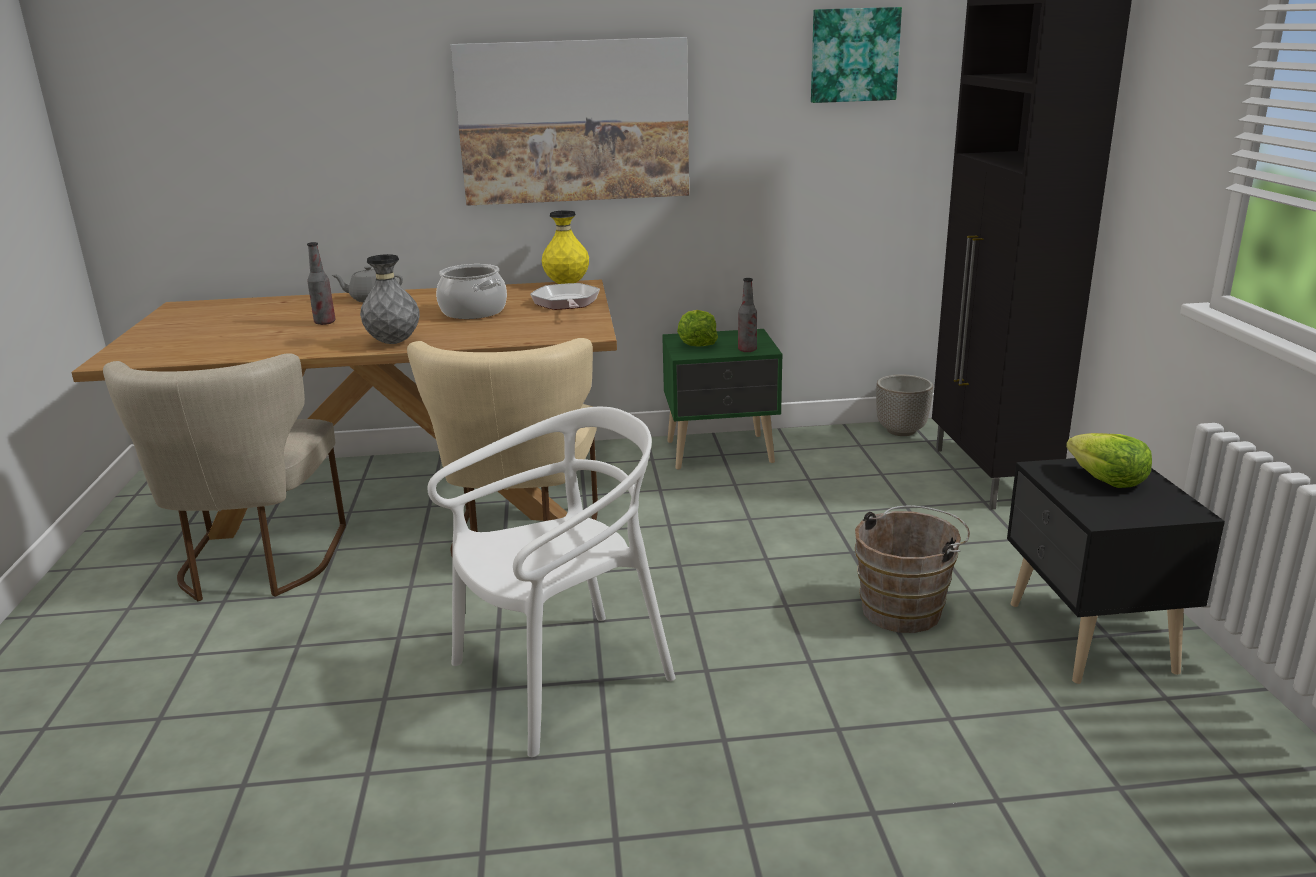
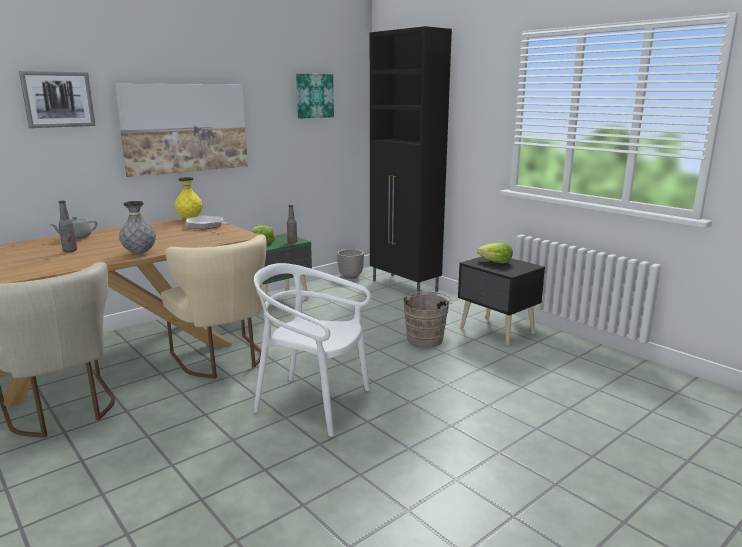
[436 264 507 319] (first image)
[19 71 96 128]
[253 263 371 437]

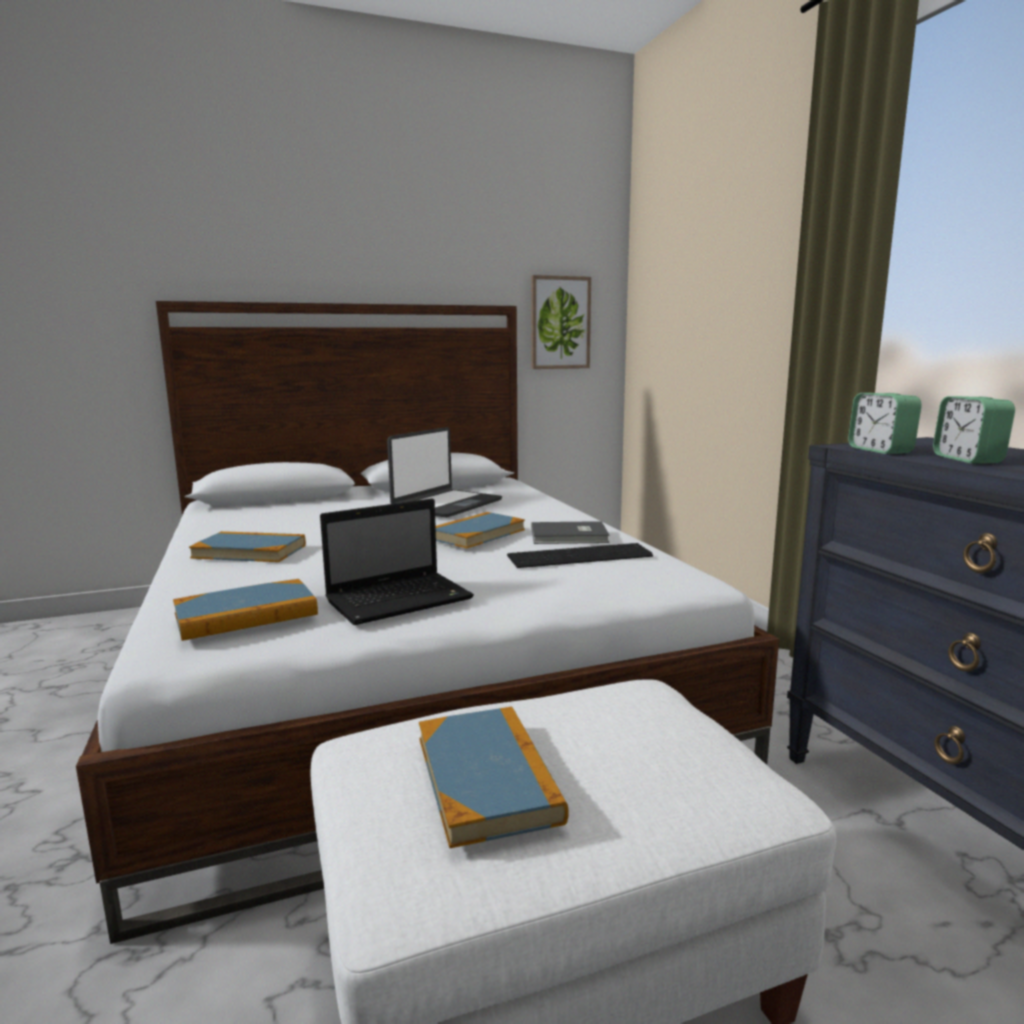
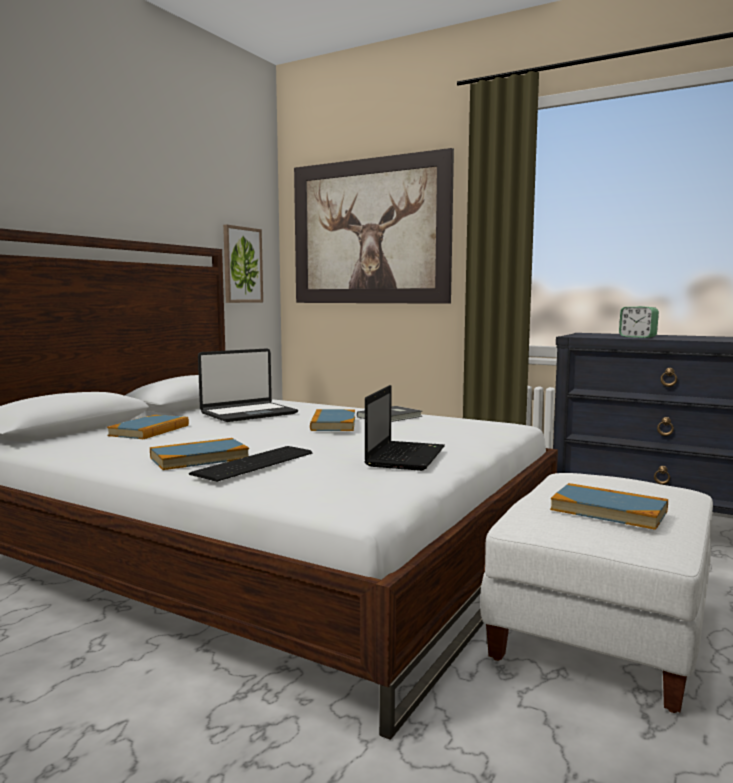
[848 393 922 454] (first image)
[294 148 454 304]
[107 415 189 439]
[189 446 312 482]
[198 348 298 422]

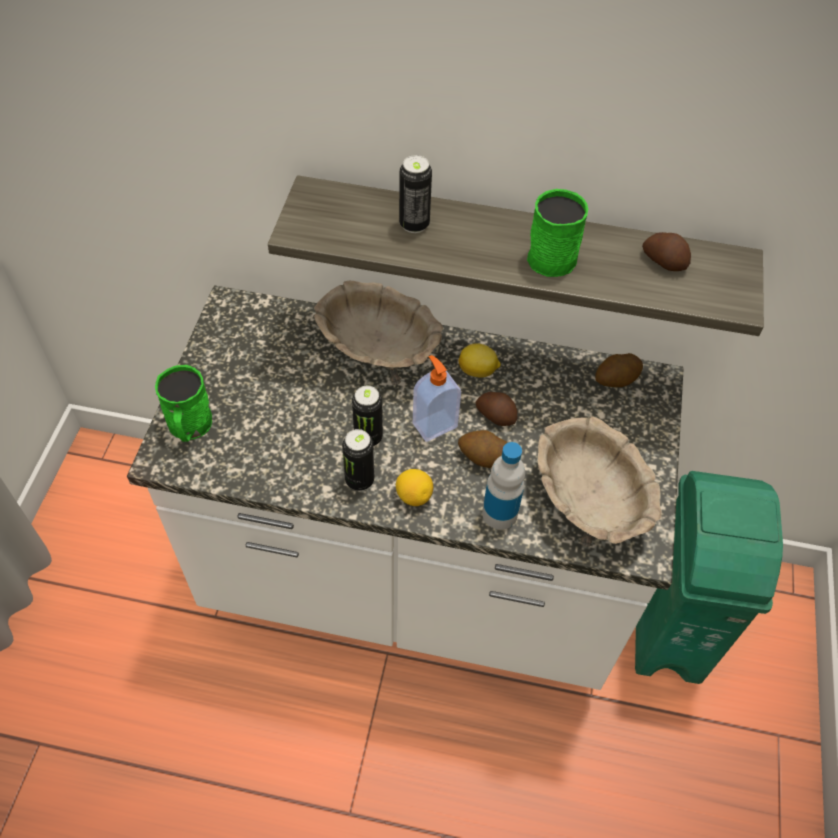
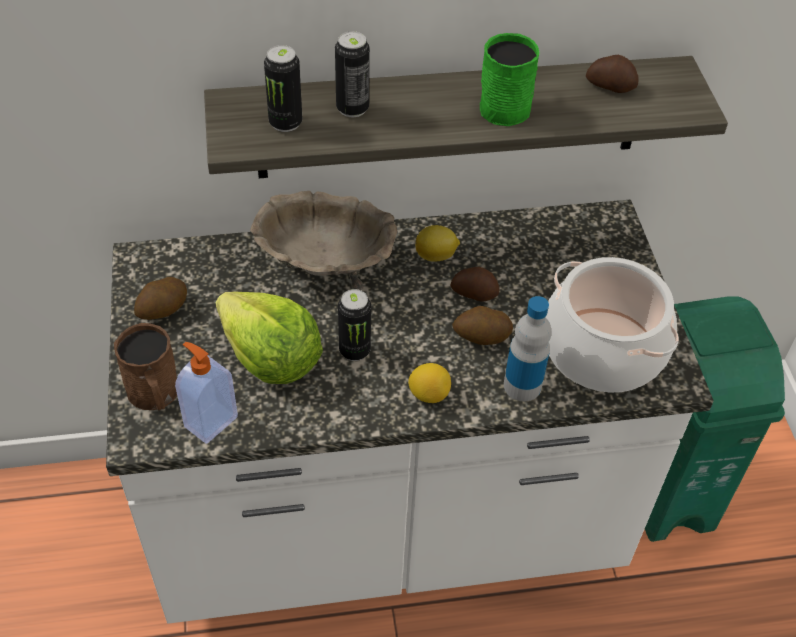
[216 291 323 384]
[264 45 302 132]
[175 342 238 444]
[134 277 187 320]
[545 257 679 392]
[114 323 177 410]

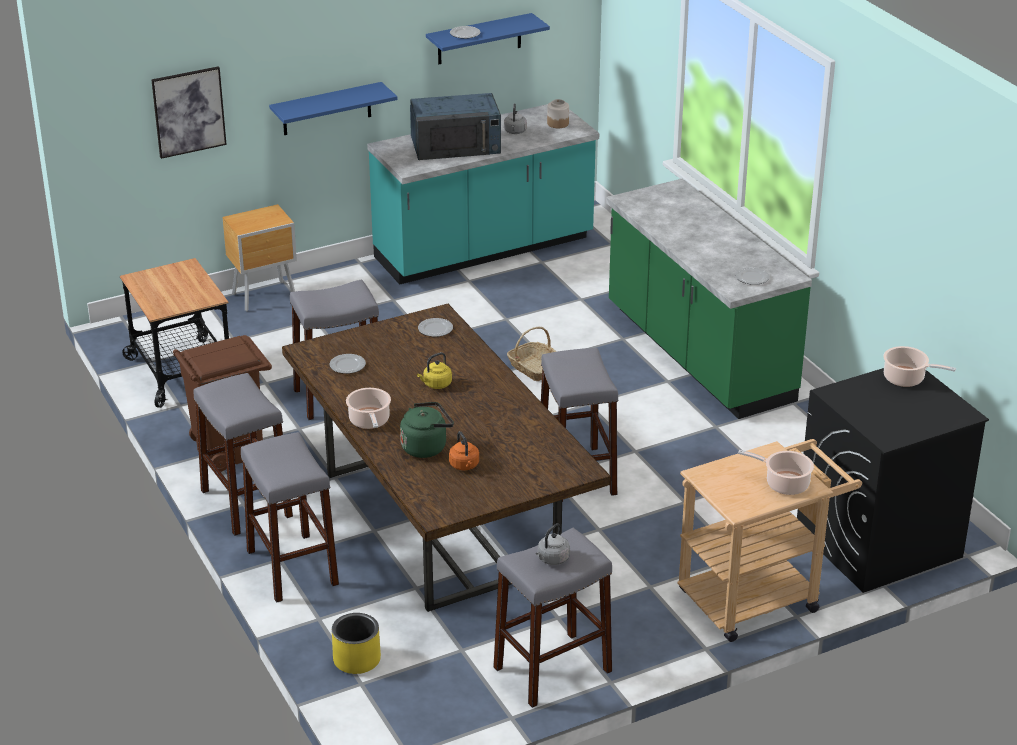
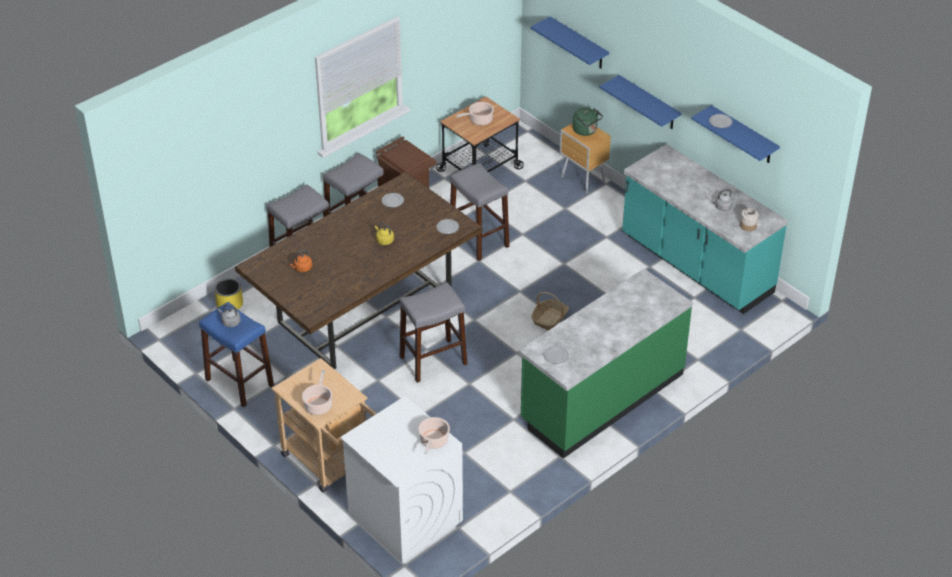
[410 93 501 160] (first image)
[456 102 494 125]
[572 108 603 136]
[531 16 609 69]
[199 302 274 408]
[340 396 463 563]

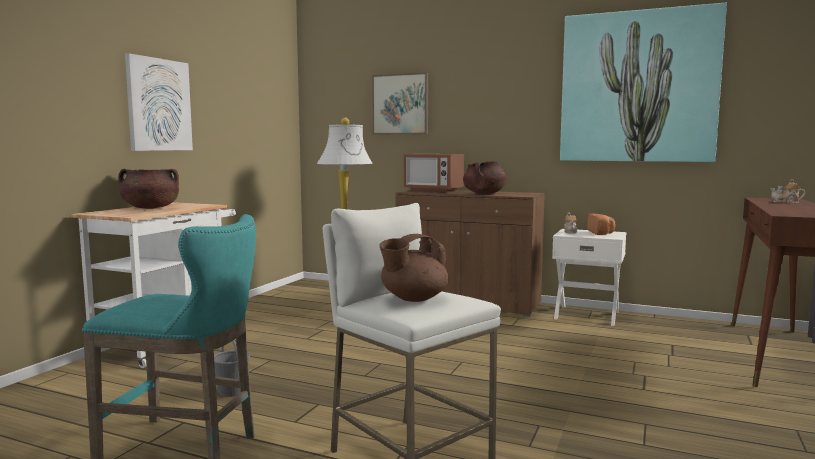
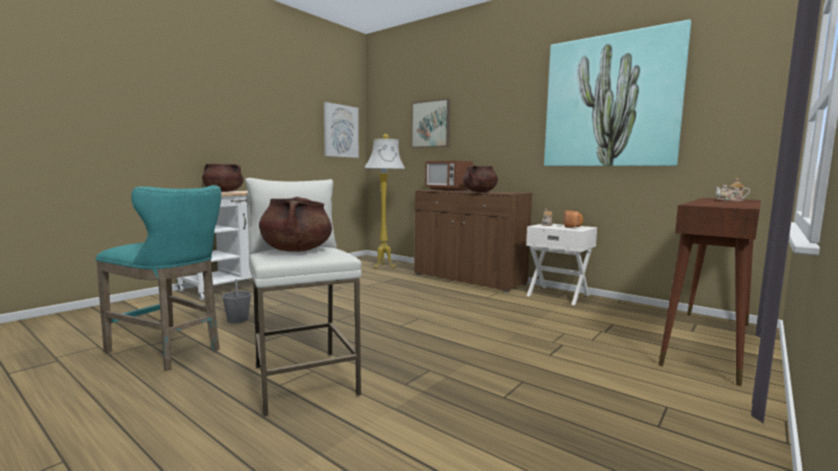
[324 102 359 158]
[259 197 332 252]

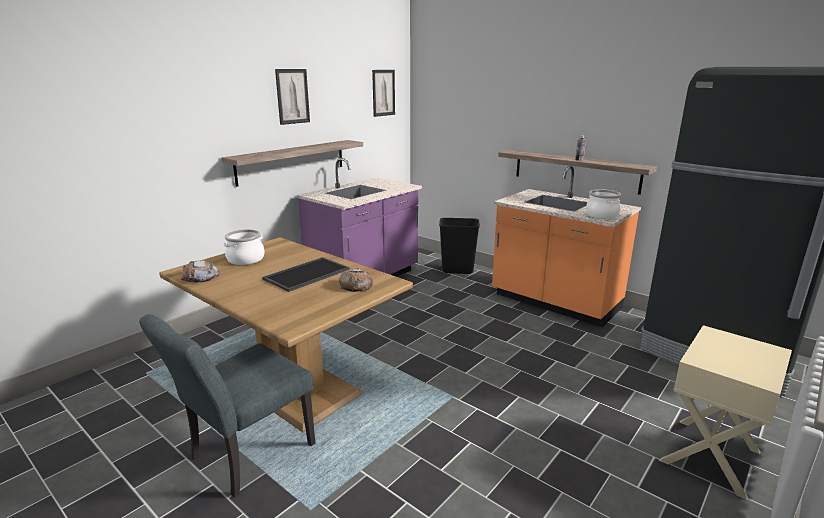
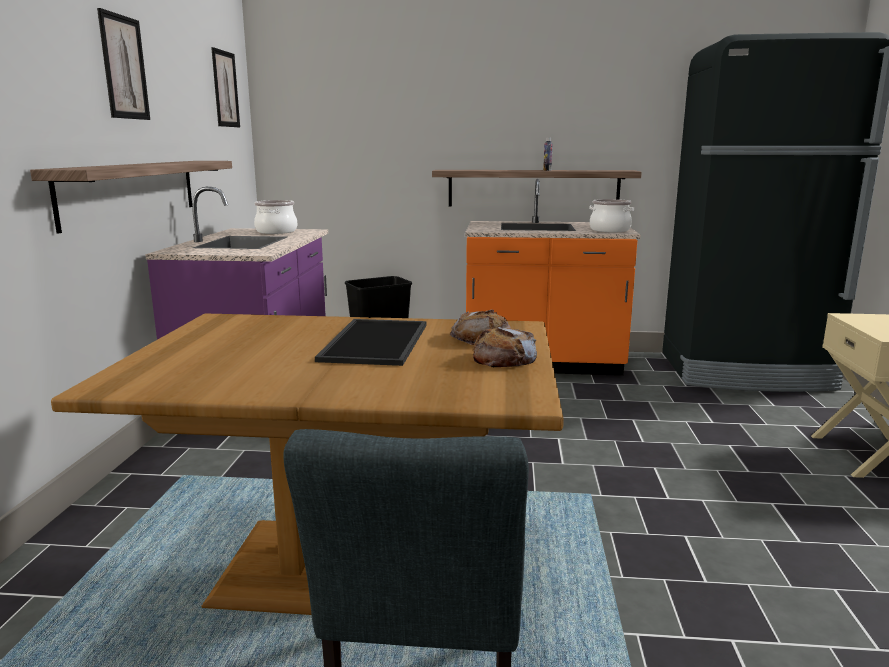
[473 327 537 367]
[254 200 297 234]

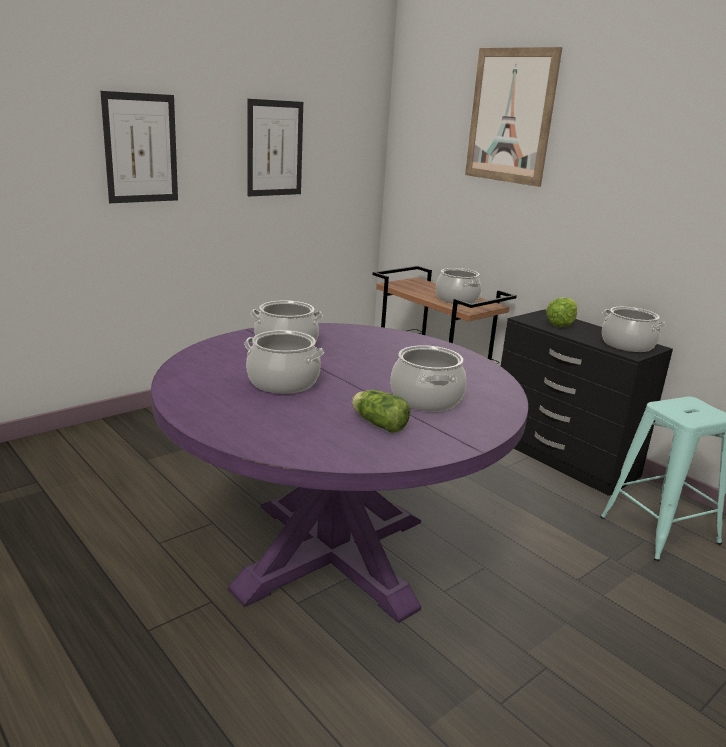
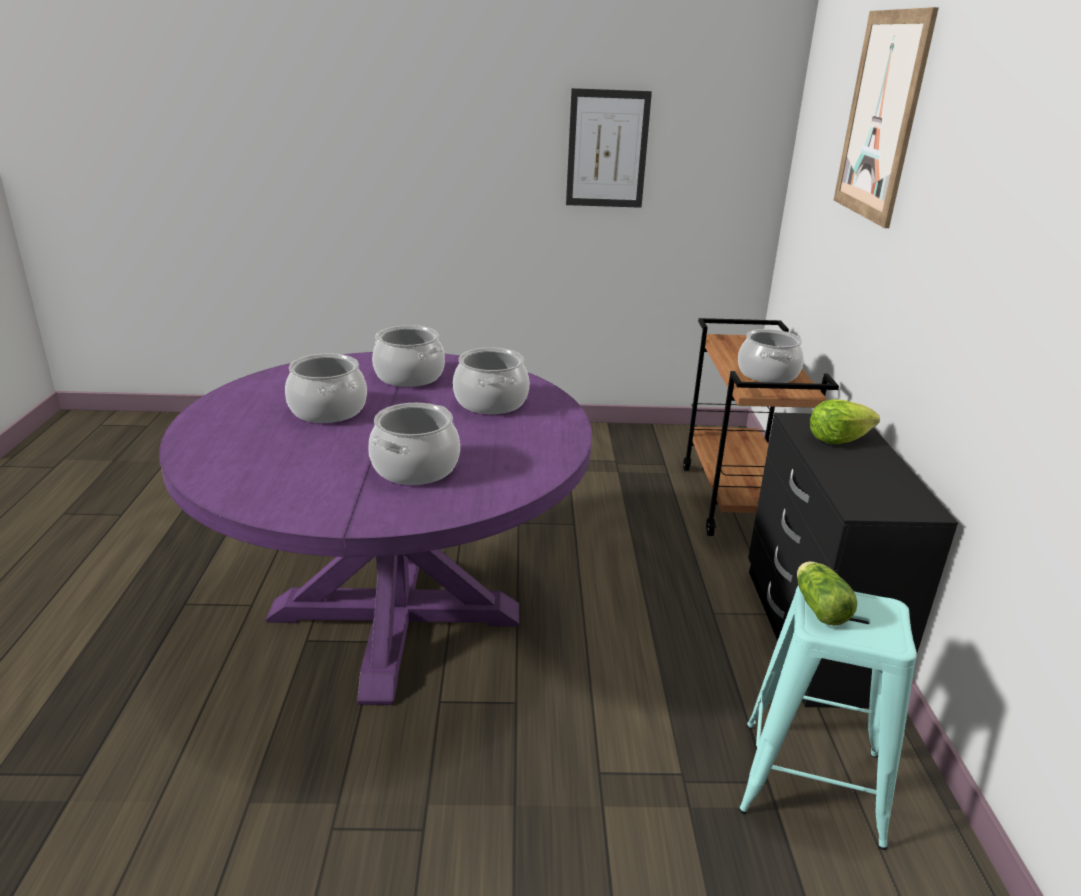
[100 91 178 203] (first image)
[797 562 857 626]
[453 348 529 414]

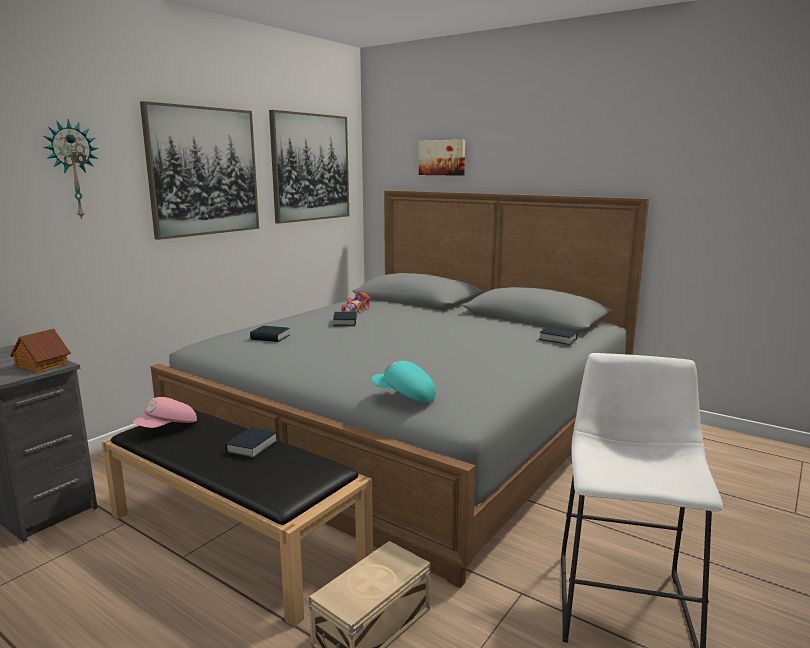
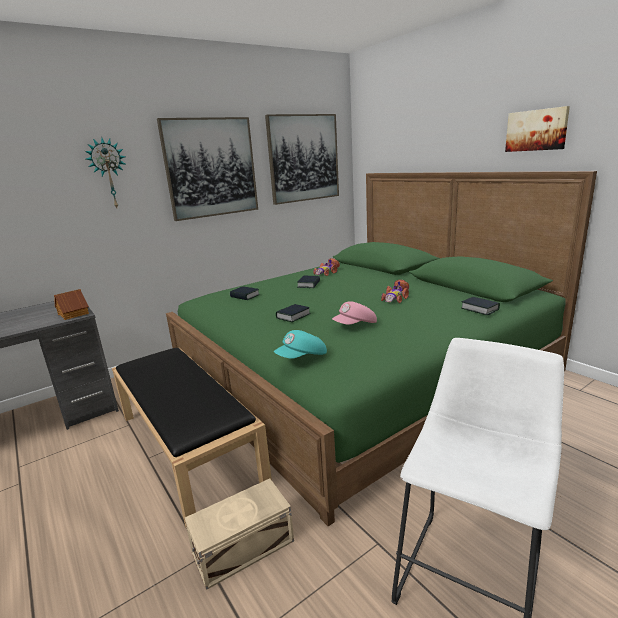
[381 280 409 303]
[332 301 377 325]
[276 304 311 322]
[505 106 570 152]
[166 171 597 526]
[274 330 327 359]

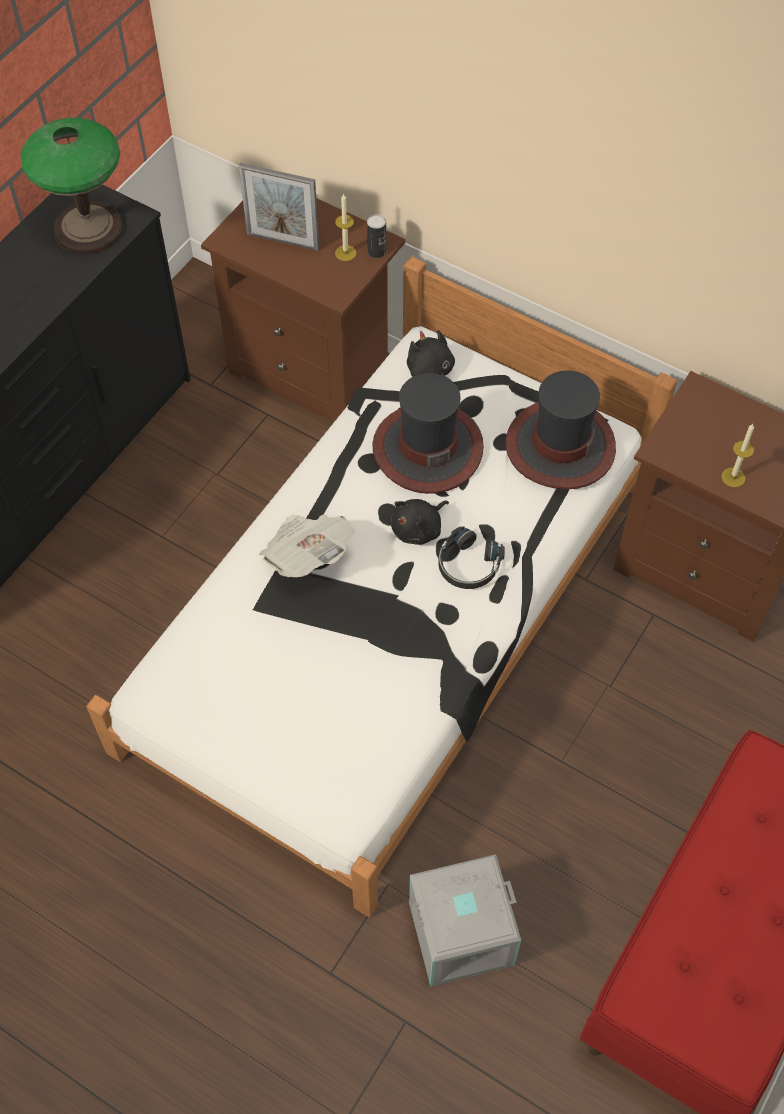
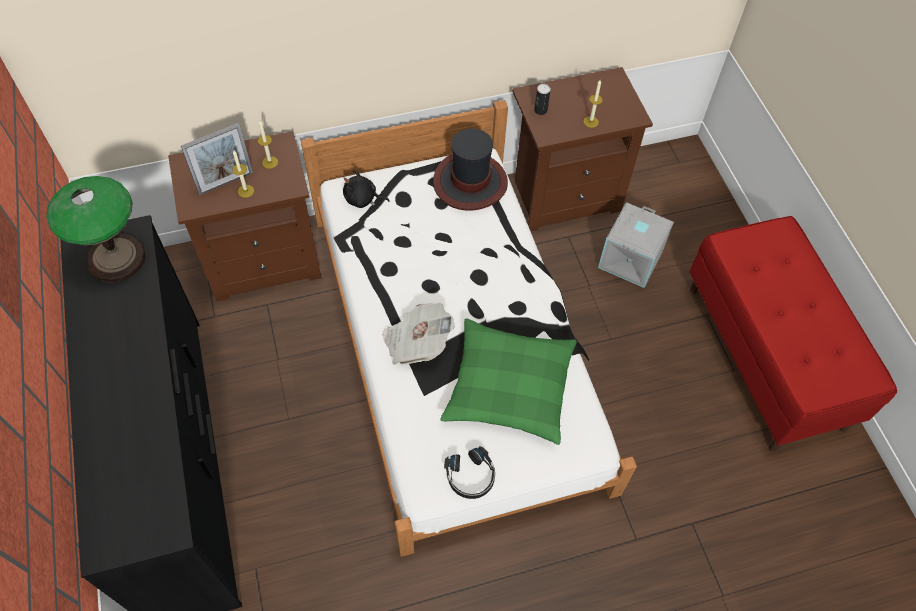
[372 373 484 494] (first image)
[391 499 449 545] (first image)
[232 151 254 198]
[440 318 577 445]
[534 84 551 115]
[598 202 674 288]
[444 446 495 499]

